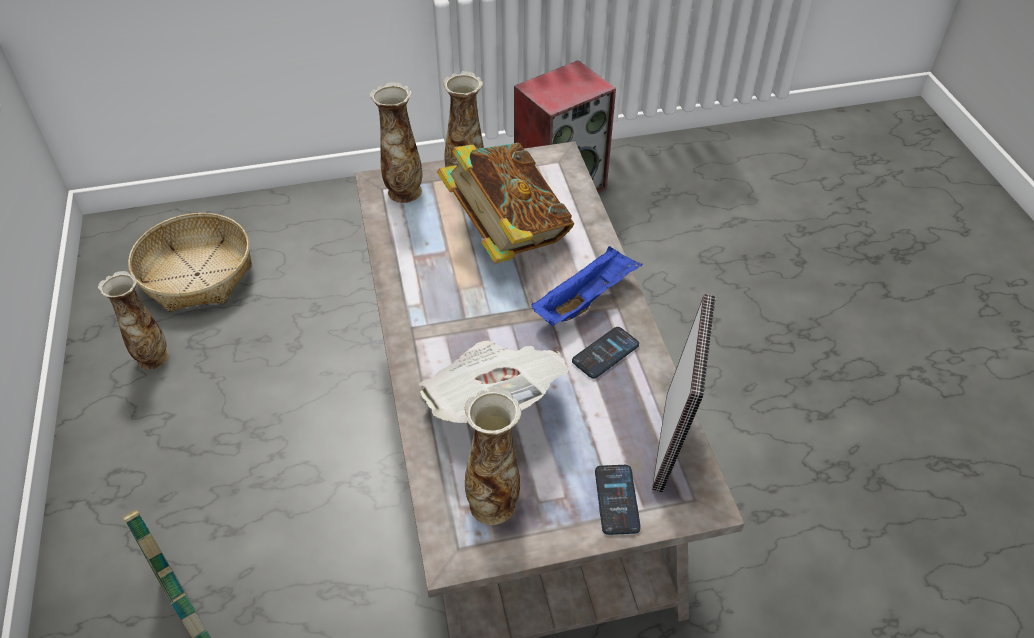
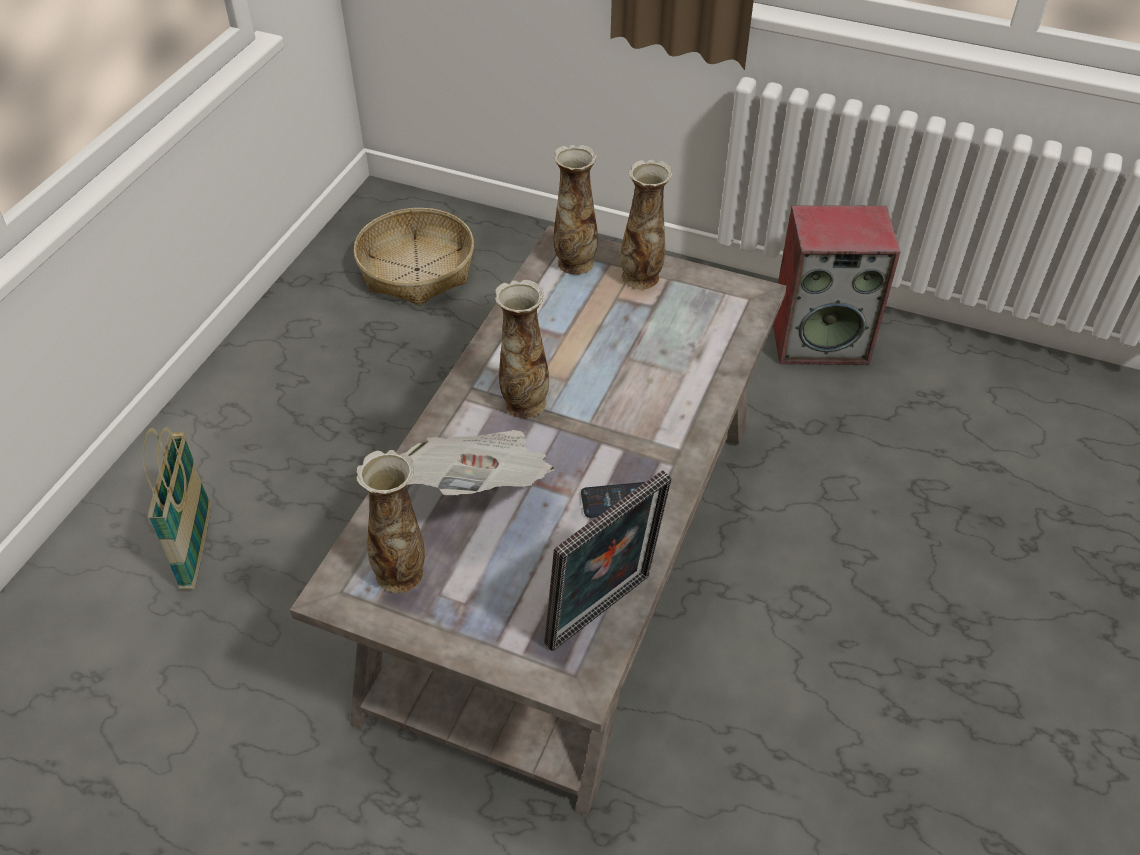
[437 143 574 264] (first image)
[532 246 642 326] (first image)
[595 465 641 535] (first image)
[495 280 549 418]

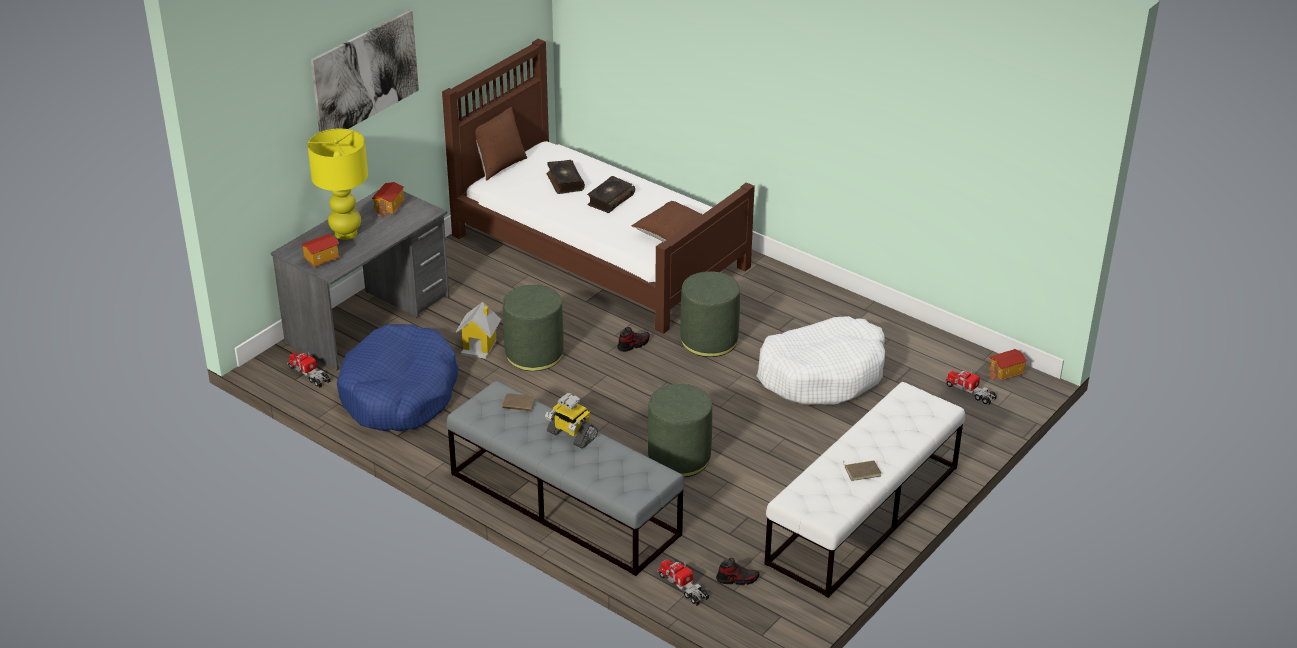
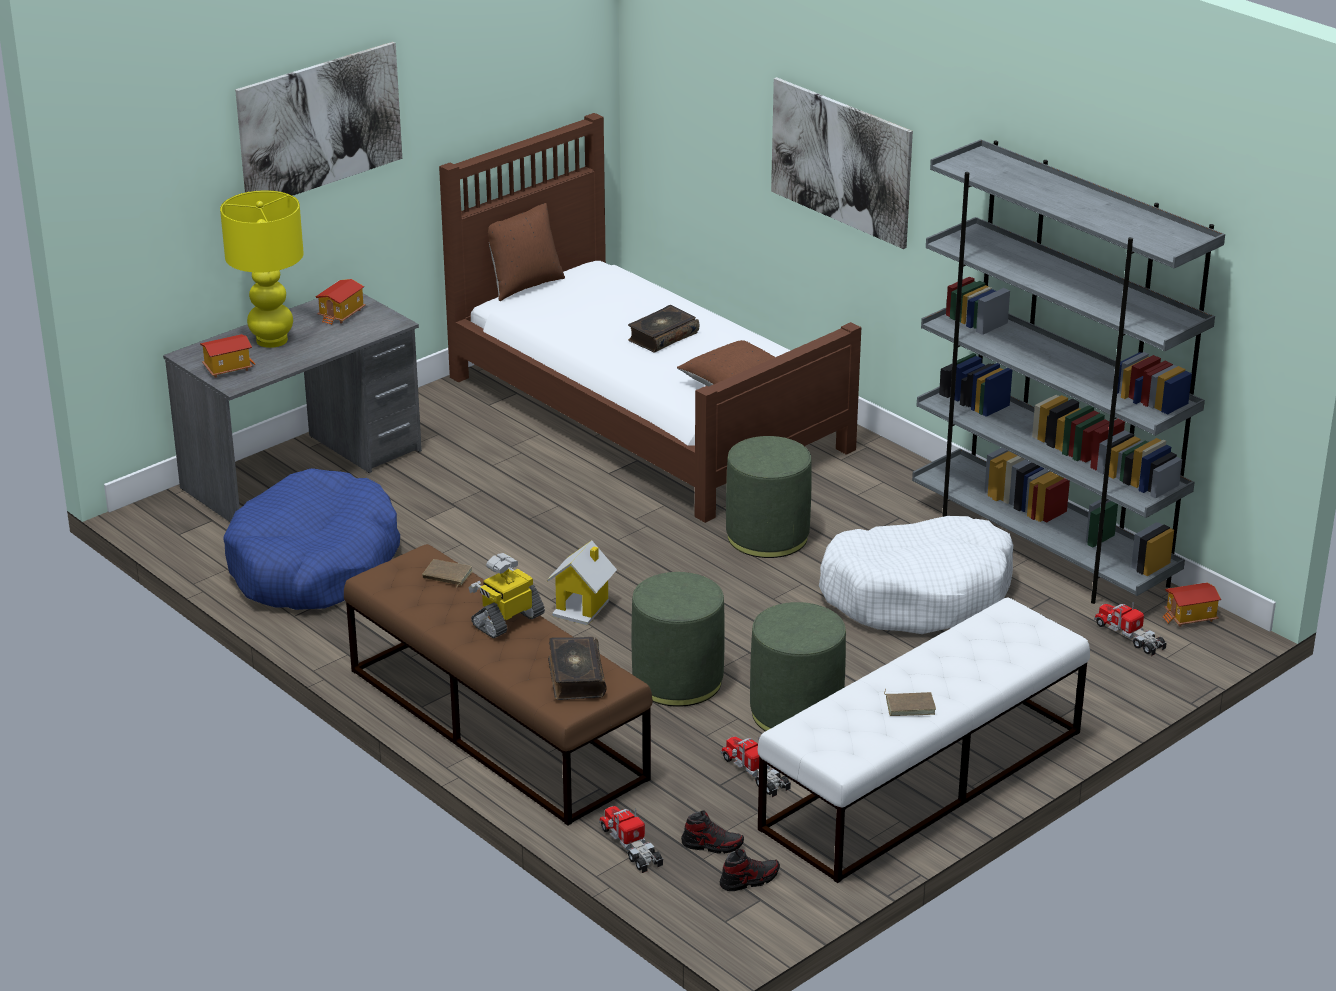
[771 77 913 249]
[912 139 1225 604]
[721 736 791 797]
[546 540 617 626]
[750 602 846 732]
[548 637 606 700]
[720 849 780 891]
[344 544 653 826]
[469 553 545 638]

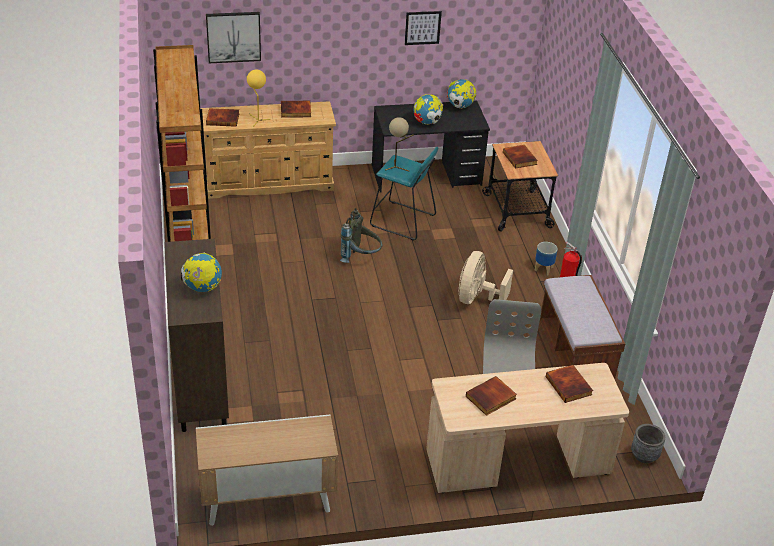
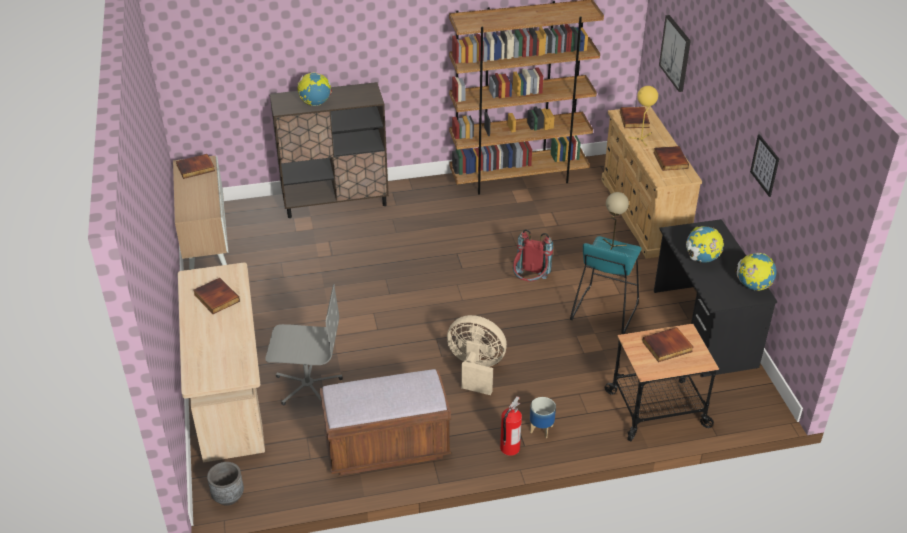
[176 154 215 179]
[513 229 553 282]

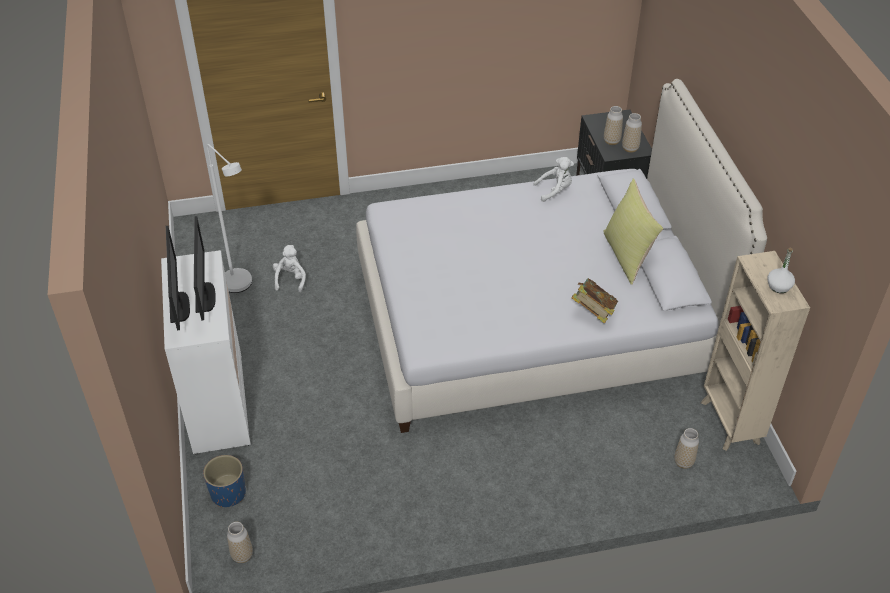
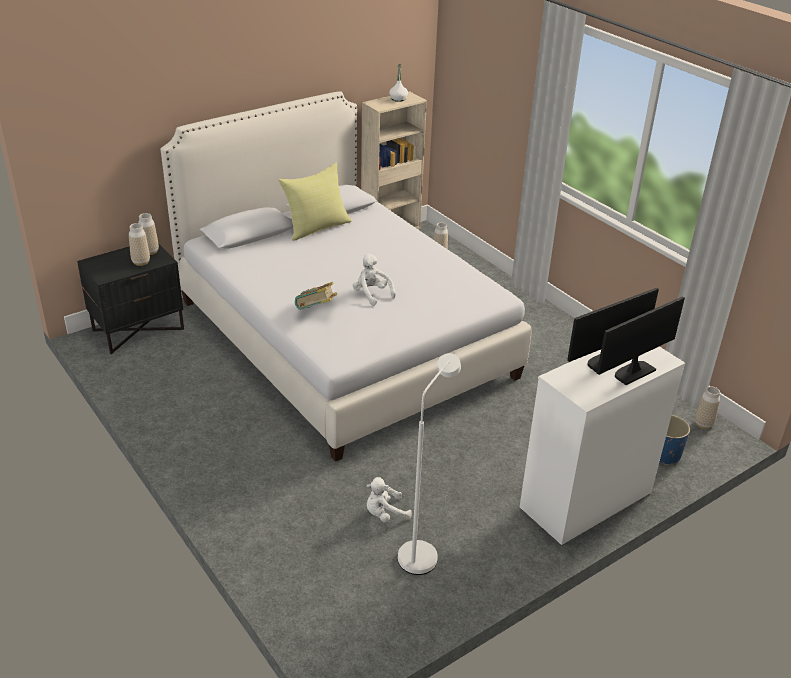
[353 254 396 306]
[295 282 337 310]

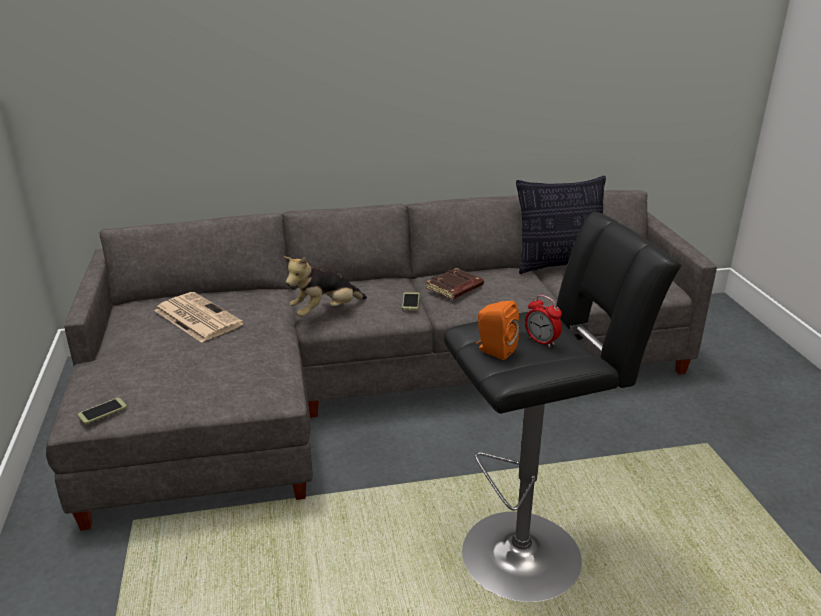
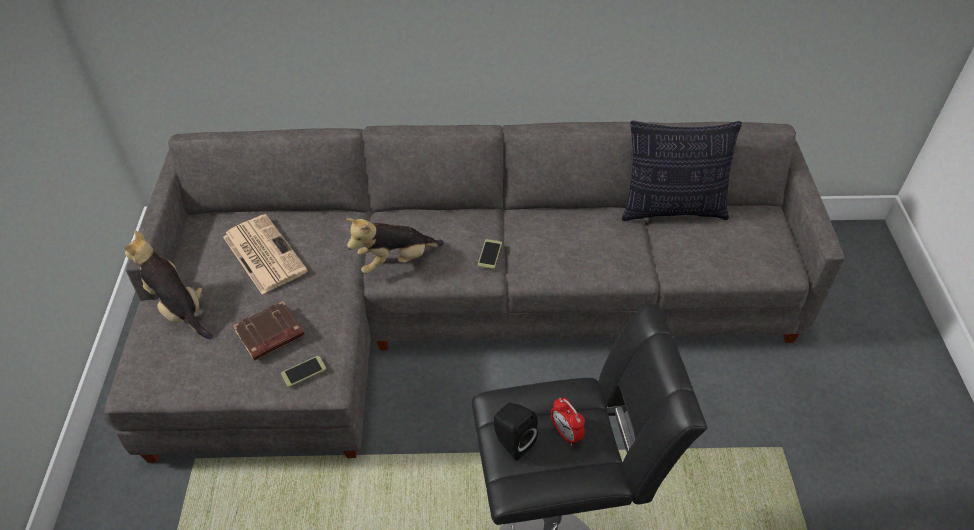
[124 231 213 339]
[281 356 326 387]
[233 301 305 361]
[494 403 538 461]

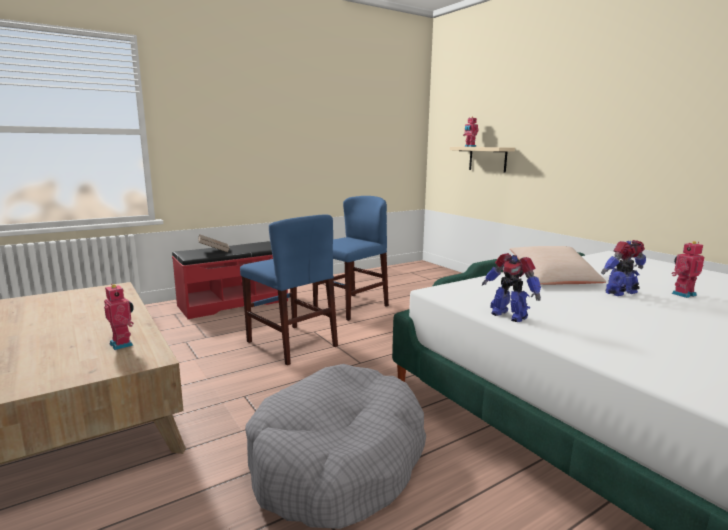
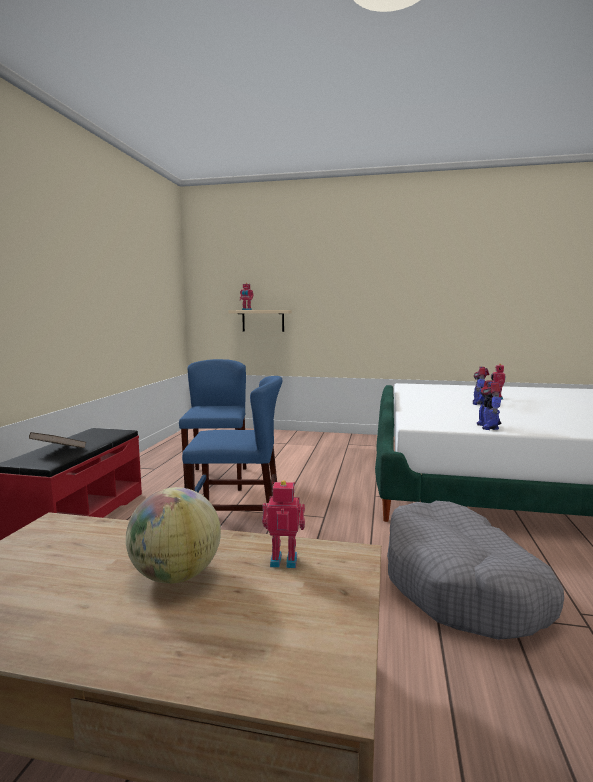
[510 246 606 285] (first image)
[126 487 221 584]
[477 380 502 430]

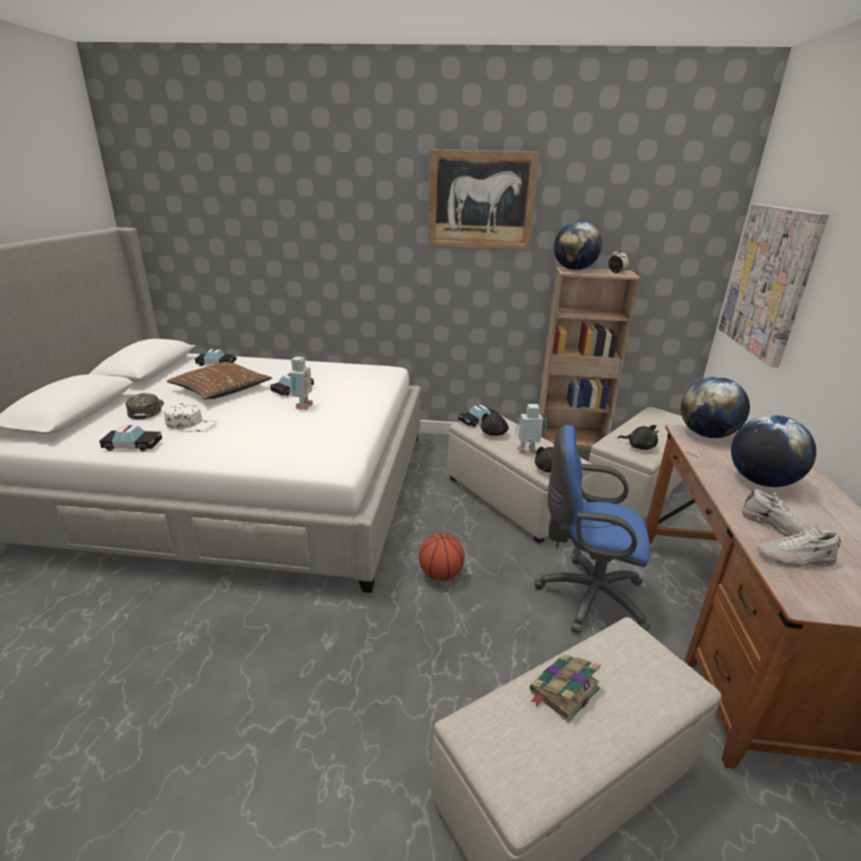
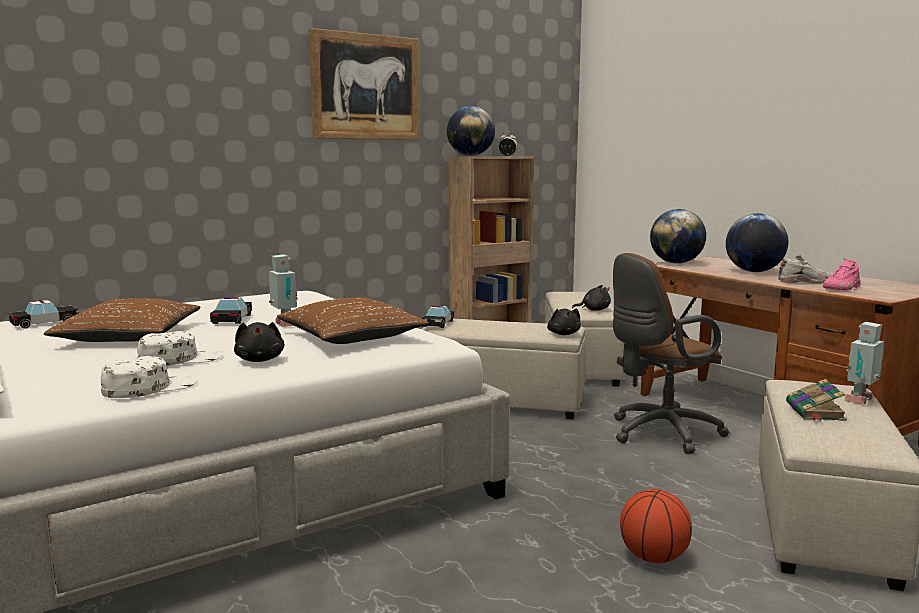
[125 393 164 419] (first image)
[718 204 829 367] (first image)
[277 297 429 344]
[620 489 692 563]
[234 322 285 362]
[844 322 884 405]
[101 356 197 398]
[613 253 729 454]
[823 259 861 291]

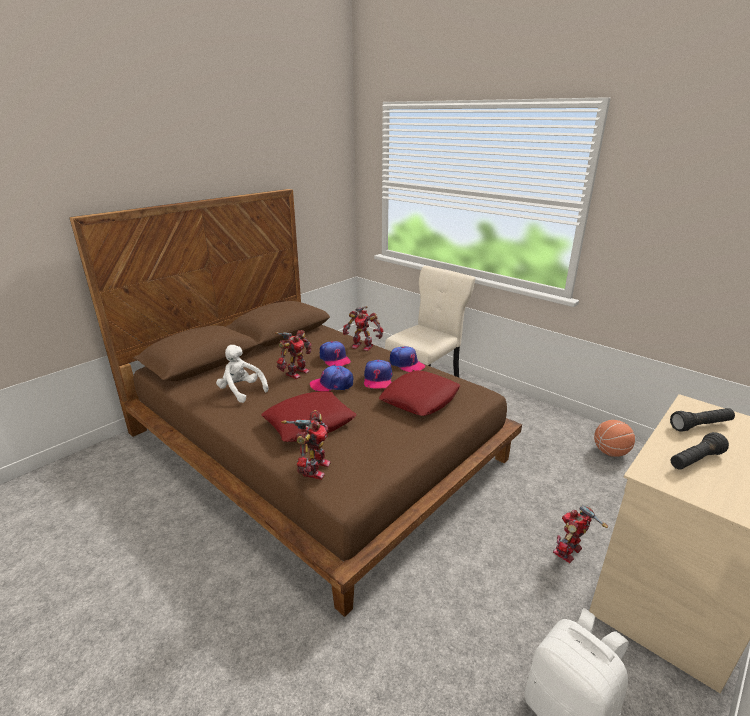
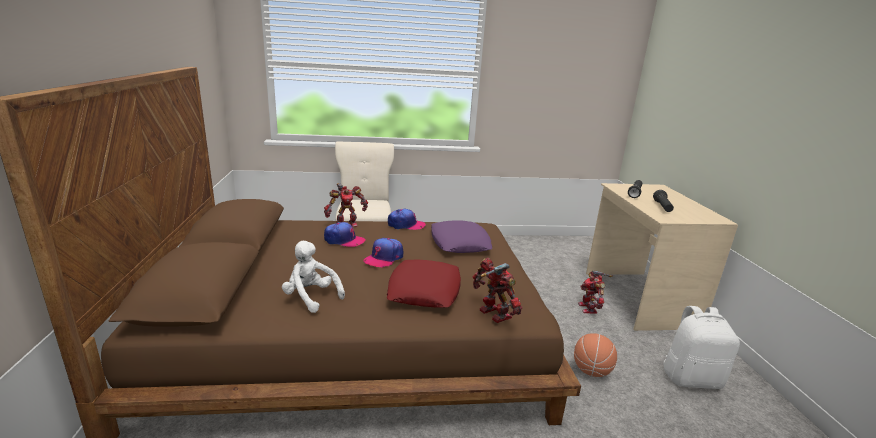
[275 330 312 379] (first image)
[364 360 392 389] (first image)
[574 333 617 377]
[431 220 492 253]
[282 241 345 313]

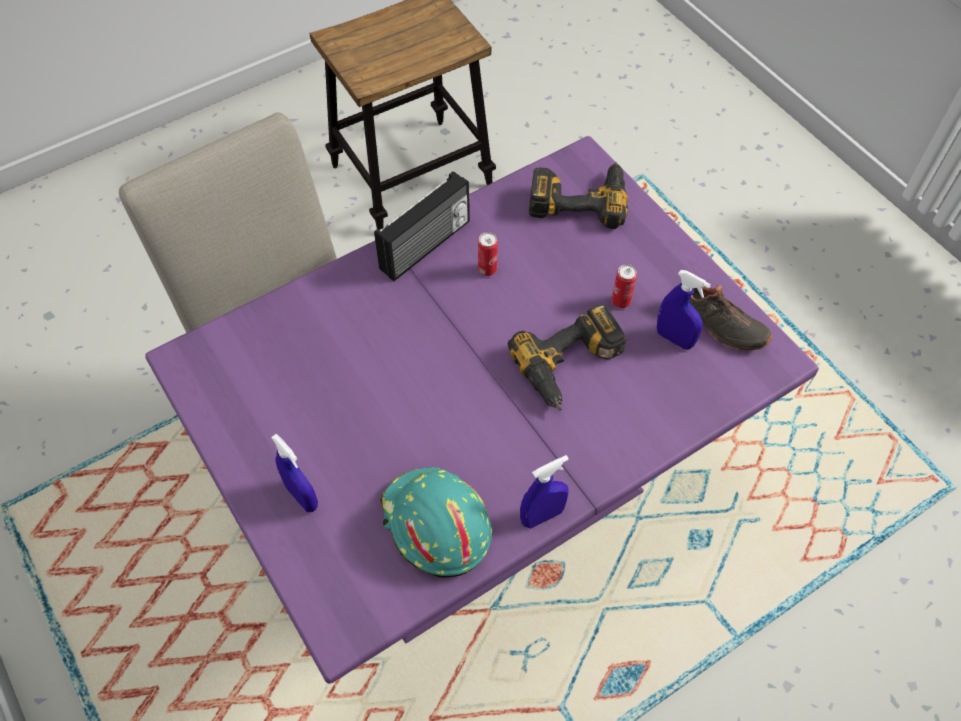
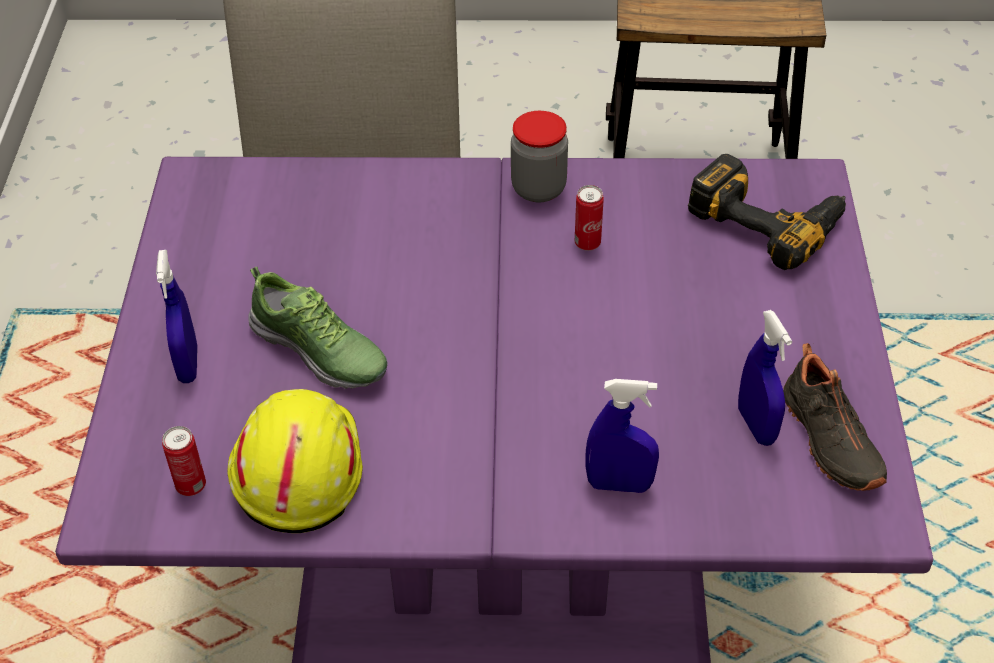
[508 304 626 411] (first image)
[249 267 388 389]
[585 379 659 493]
[162 426 206 496]
[511 111 568 203]
[228 389 363 533]

